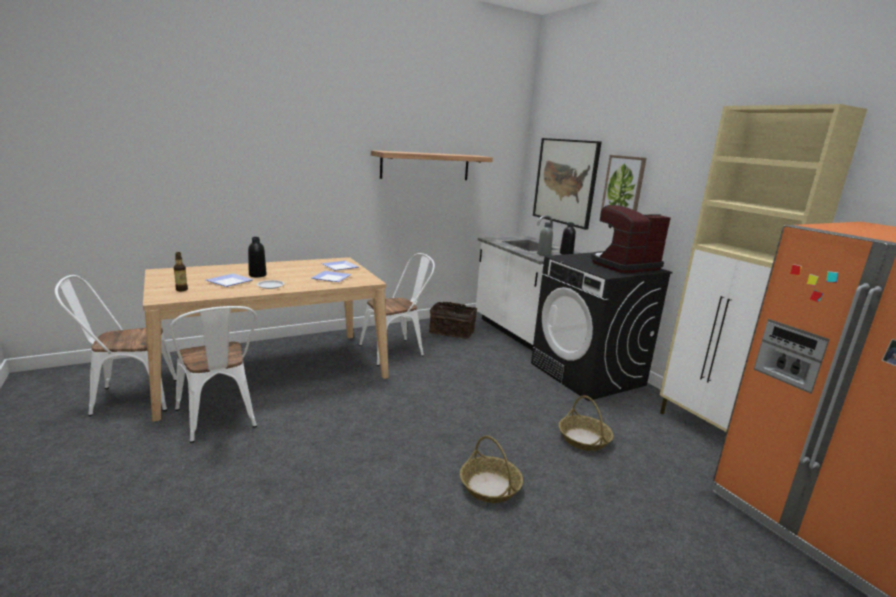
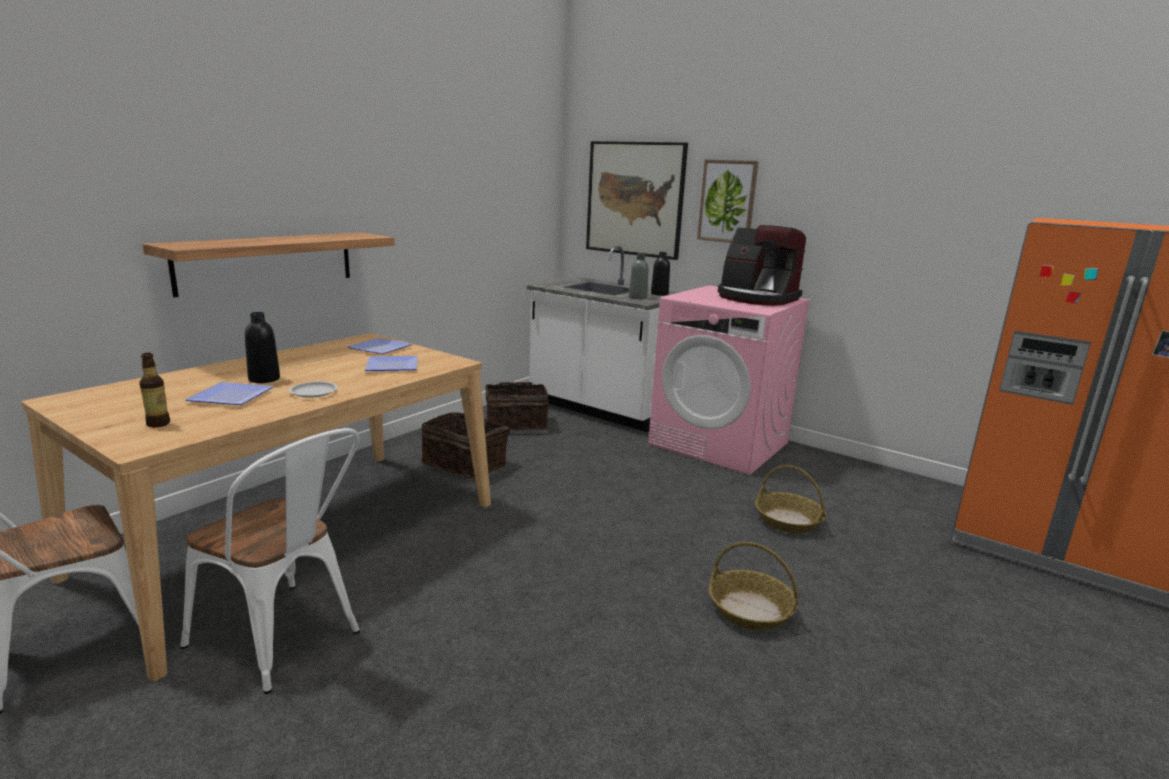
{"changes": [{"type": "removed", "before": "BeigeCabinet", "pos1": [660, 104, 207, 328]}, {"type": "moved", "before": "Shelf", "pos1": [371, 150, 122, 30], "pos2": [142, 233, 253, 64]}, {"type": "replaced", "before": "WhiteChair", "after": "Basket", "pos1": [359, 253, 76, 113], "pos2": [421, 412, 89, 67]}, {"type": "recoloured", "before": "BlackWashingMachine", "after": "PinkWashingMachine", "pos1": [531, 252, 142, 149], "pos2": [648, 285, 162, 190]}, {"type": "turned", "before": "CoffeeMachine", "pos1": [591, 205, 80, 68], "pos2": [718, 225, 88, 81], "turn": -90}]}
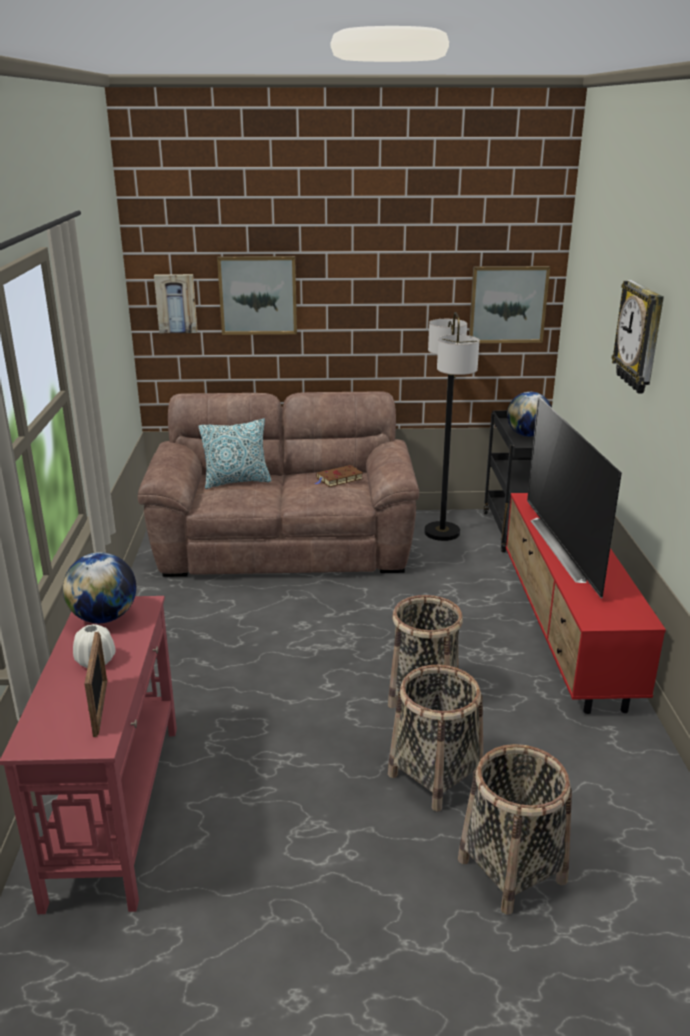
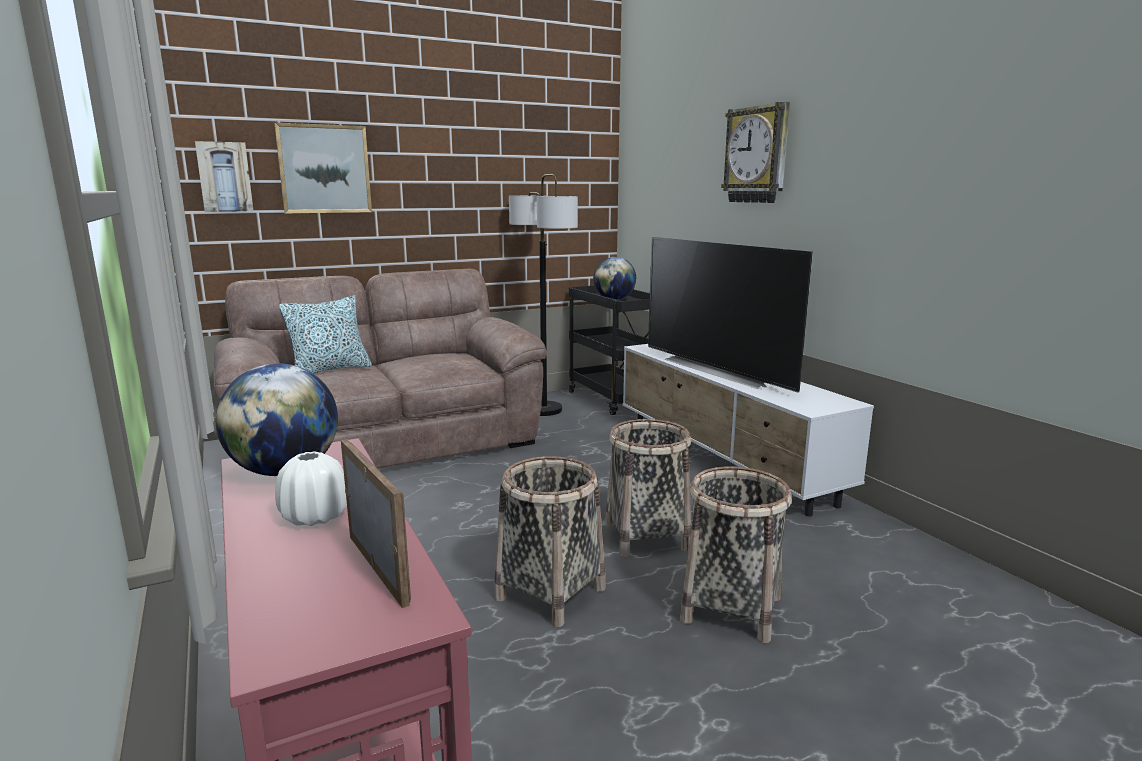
{"changes": [{"type": "removed", "before": "BrownBook", "pos1": [315, 465, 48, 22]}, {"type": "removed", "before": "Picture", "pos1": [469, 266, 81, 77]}, {"type": "moved", "before": "Basket", "pos1": [458, 744, 114, 171], "pos2": [494, 456, 112, 171]}, {"type": "recoloured", "before": "RedTvStand", "after": "WhiteTvStand", "pos1": [506, 493, 160, 221], "pos2": [623, 344, 251, 172]}]}
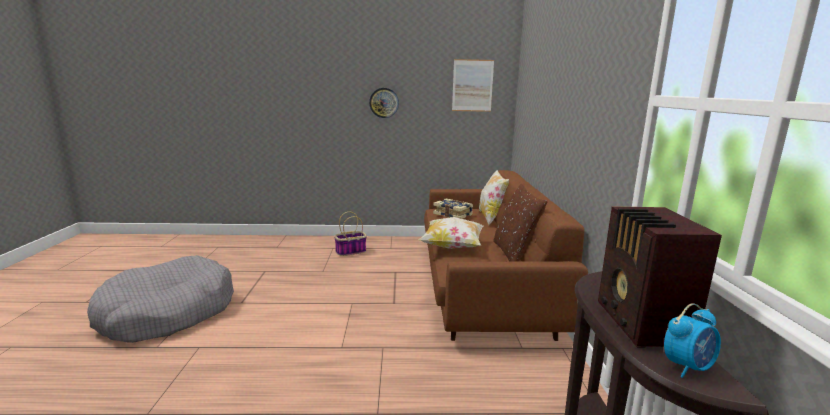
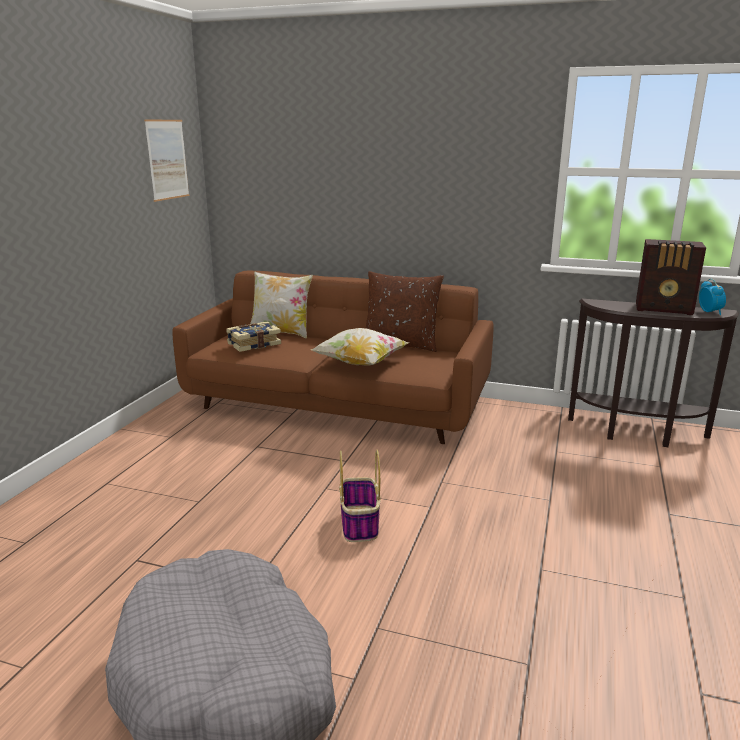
{"changes": [{"type": "removed", "before": "WallClock", "pos1": [369, 88, 30, 30]}, {"type": "moved", "before": "Basket", "pos1": [334, 212, 33, 44], "pos2": [339, 450, 42, 92]}]}
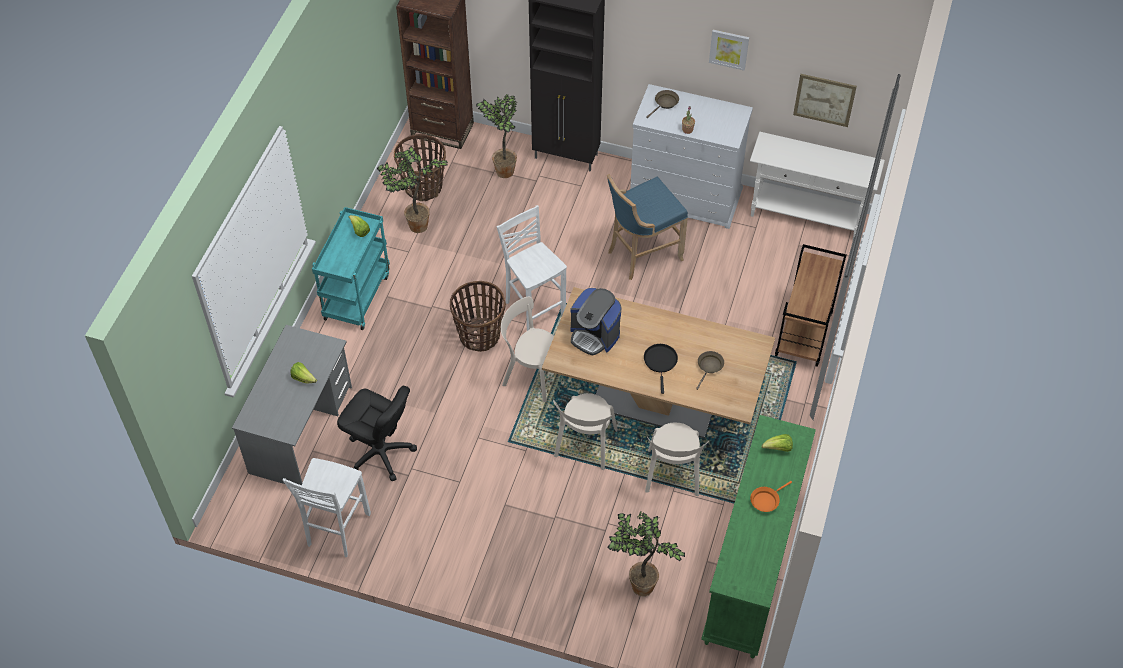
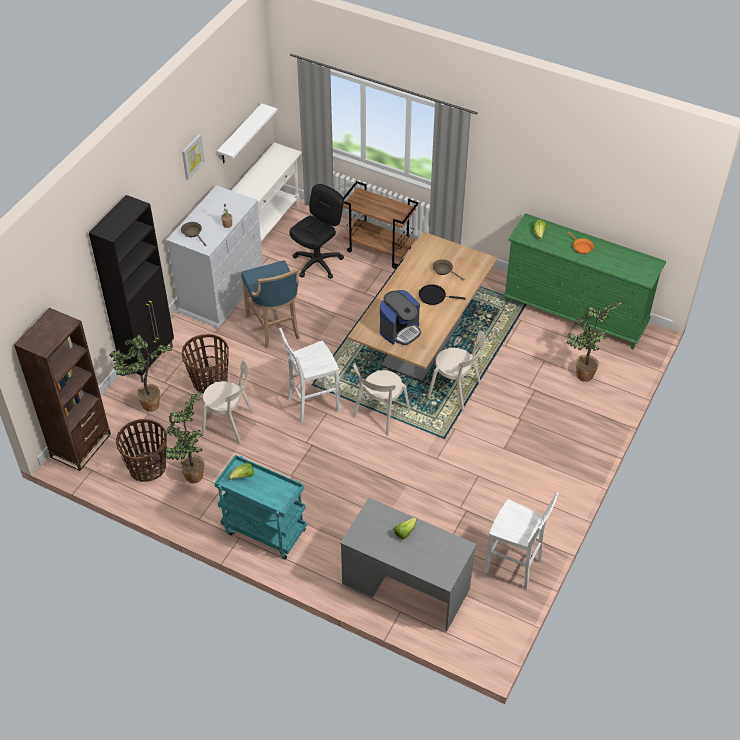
{"changes": [{"type": "moved", "before": "BlackOfficeChair", "pos1": [337, 386, 80, 95], "pos2": [289, 184, 55, 95]}, {"type": "moved", "before": "Basket", "pos1": [450, 281, 56, 71], "pos2": [182, 334, 47, 59]}, {"type": "moved", "before": "BeigeChair", "pos1": [645, 423, 64, 73], "pos2": [202, 360, 52, 84]}, {"type": "replaced", "before": "Picture", "after": "WhiteShelf", "pos1": [793, 74, 64, 53], "pos2": [217, 103, 60, 60]}]}
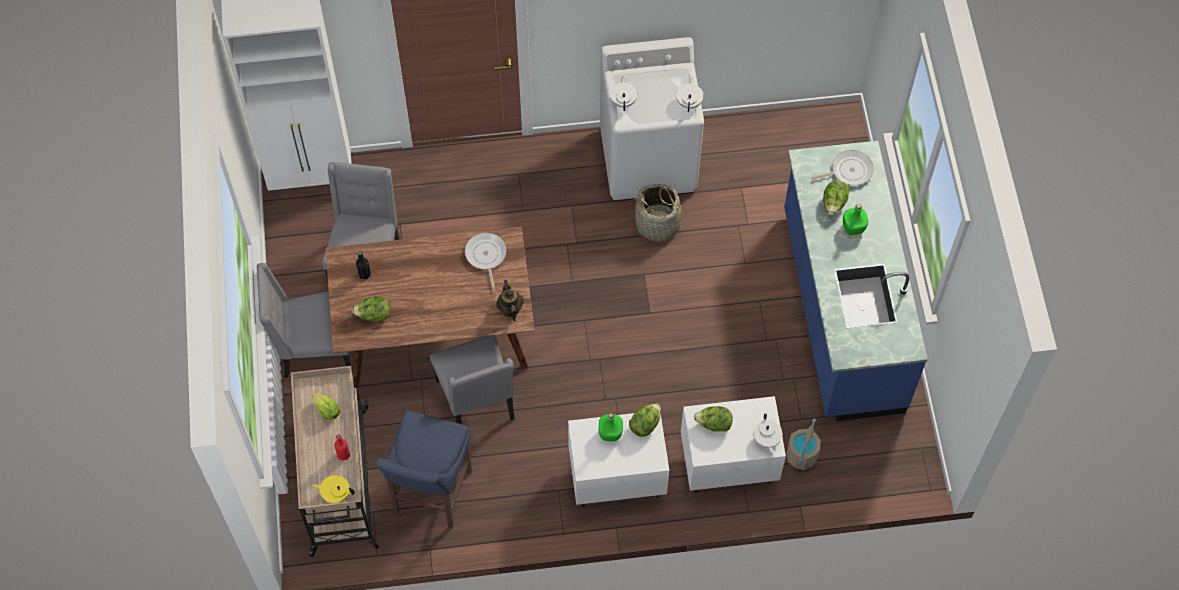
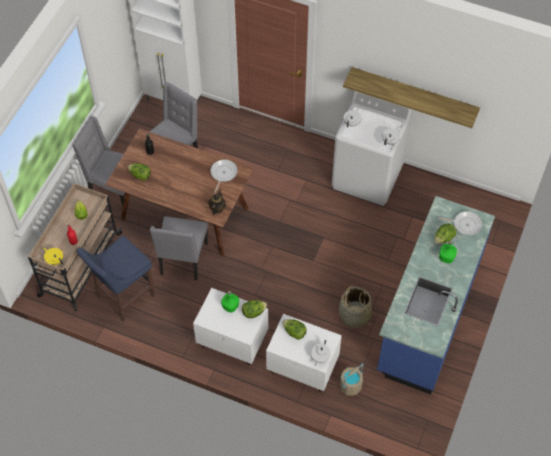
{"changes": [{"type": "added", "after": "Shelf", "pos2": [343, 67, 137, 61]}, {"type": "moved", "before": "Basket", "pos1": [631, 184, 57, 58], "pos2": [339, 286, 33, 42]}]}
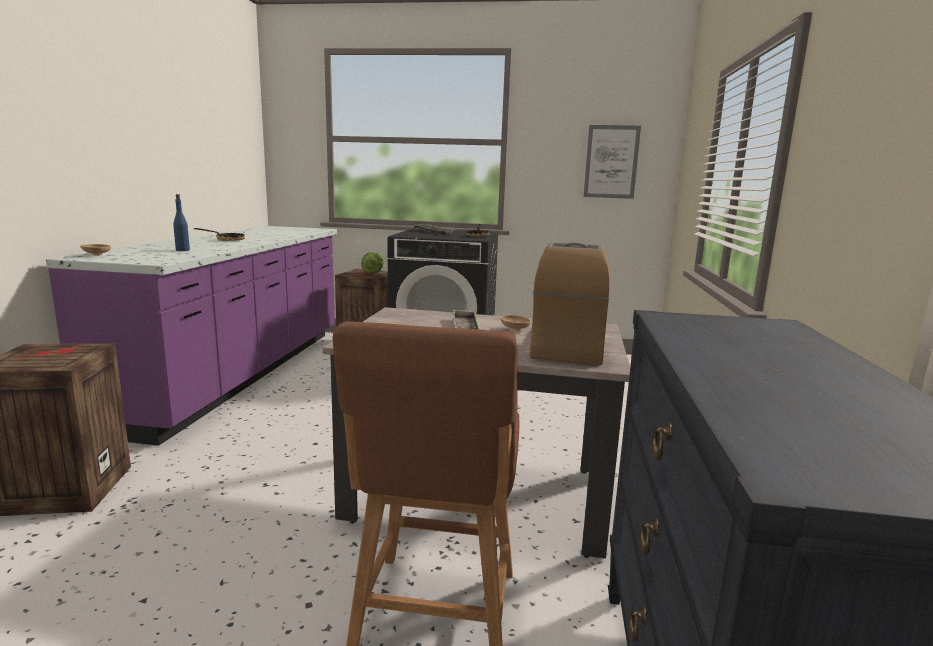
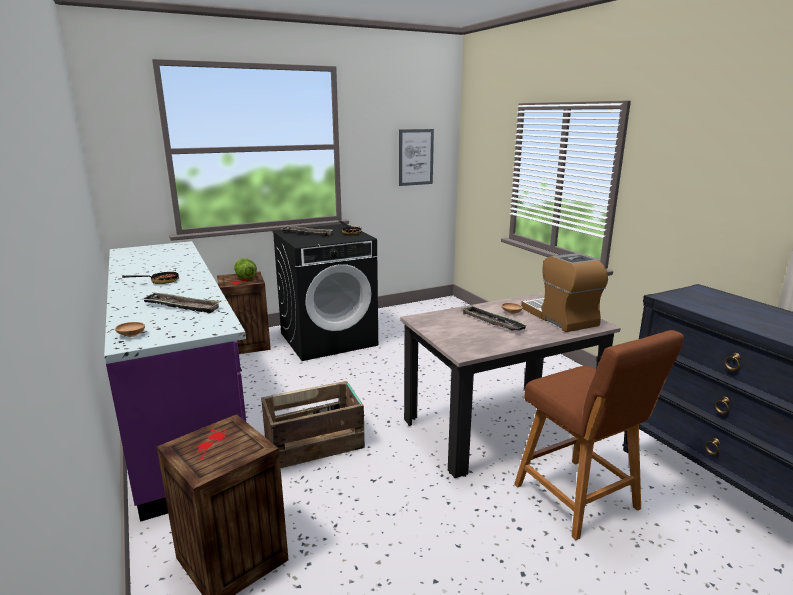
{"changes": [{"type": "added", "after": "Crate", "pos2": [261, 381, 104, 87]}, {"type": "replaced", "before": "BlueBottle", "after": "Tray", "pos1": [173, 194, 17, 57], "pos2": [141, 293, 80, 21]}]}
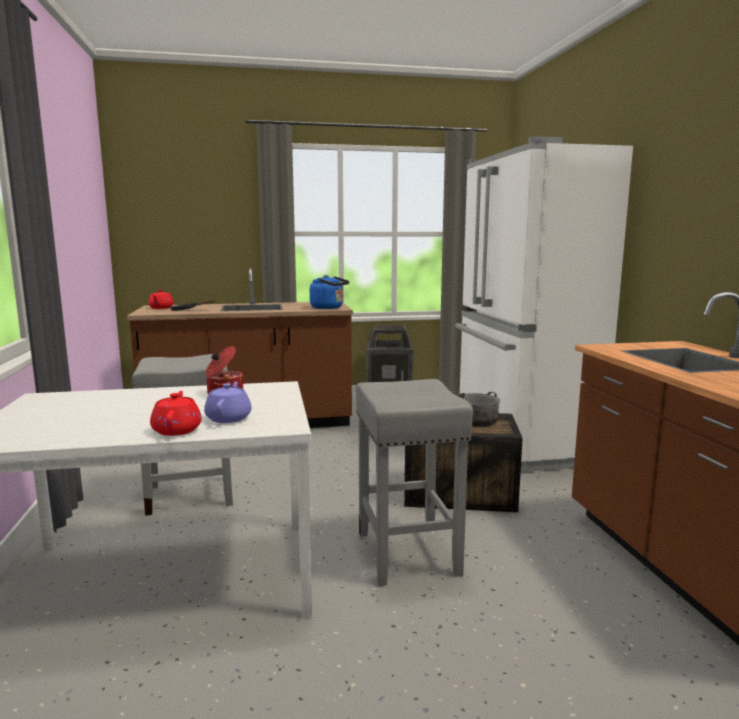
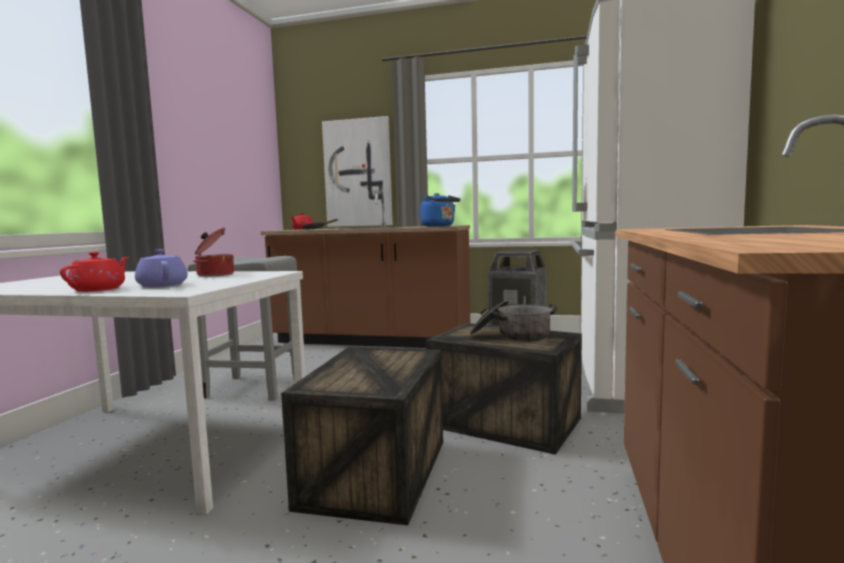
{"changes": [{"type": "added", "after": "Picture", "pos2": [322, 116, 71, 111]}, {"type": "replaced", "before": "GreyStool", "after": "Crate", "pos1": [356, 379, 117, 207], "pos2": [281, 347, 162, 178]}, {"type": "turned", "before": "PurpleTeapot", "pos1": [204, 382, 48, 41], "pos2": [135, 249, 53, 39], "turn": -60}]}
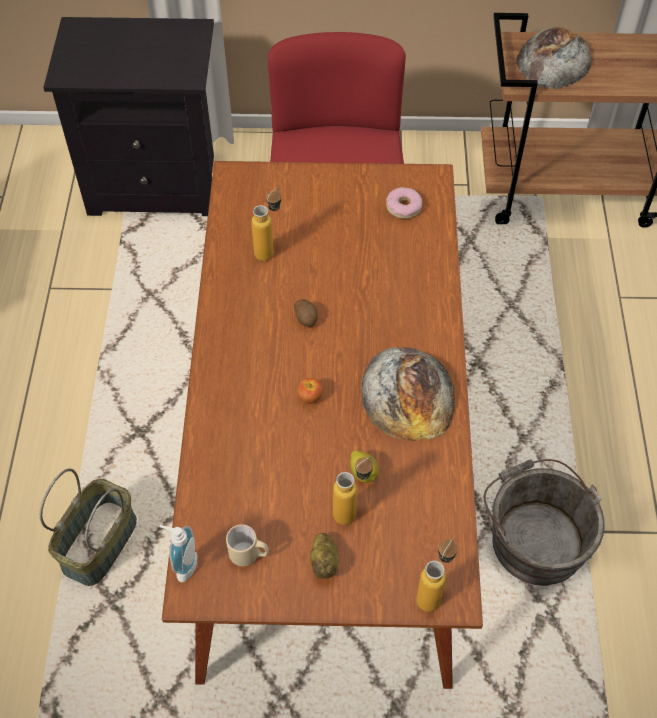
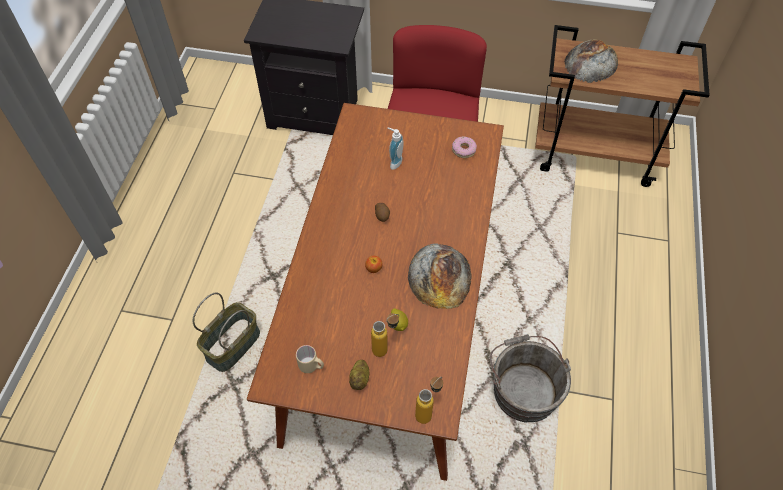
{"changes": [{"type": "removed", "before": "Bottle", "pos1": [251, 188, 30, 73]}, {"type": "moved", "before": "SoapDispenser", "pos1": [159, 525, 38, 57], "pos2": [387, 128, 17, 42]}]}
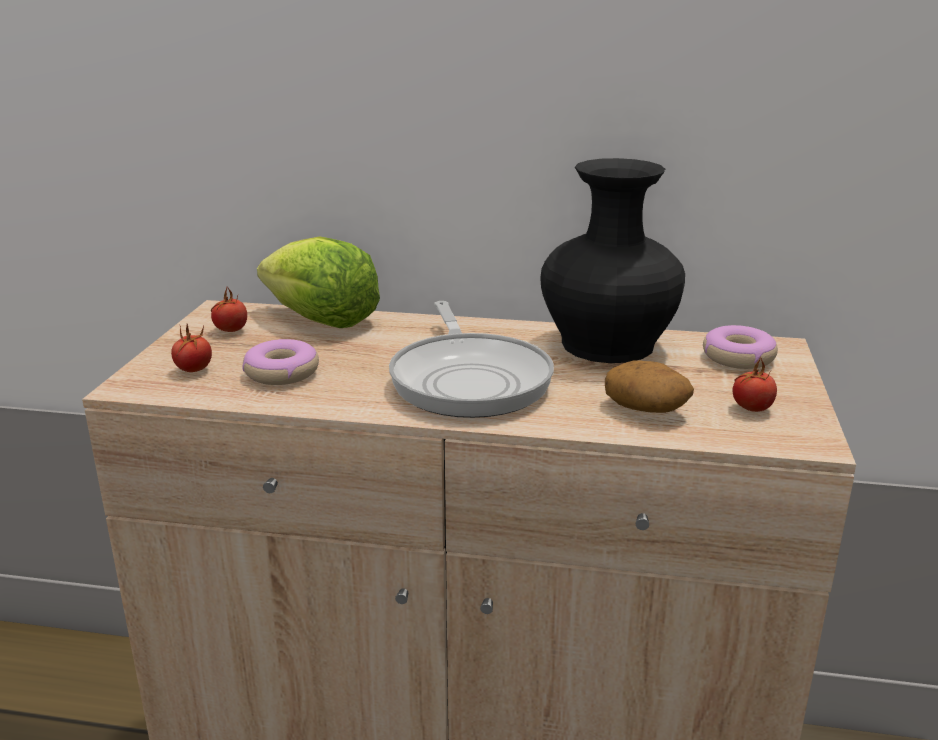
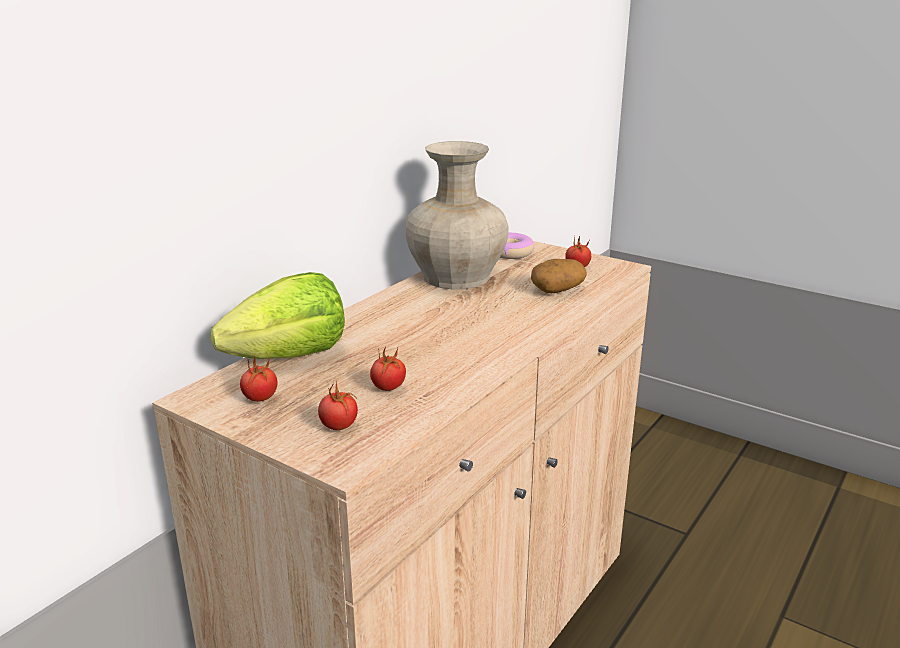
{"changes": [{"type": "removed", "before": "FryingPan", "pos1": [389, 301, 165, 117]}, {"type": "replaced", "before": "Donut", "after": "Tomato", "pos1": [242, 339, 77, 46], "pos2": [370, 347, 36, 44]}, {"type": "recoloured", "before": "BlackVase", "after": "BeigeVase", "pos1": [540, 158, 145, 205], "pos2": [406, 141, 103, 148]}]}
